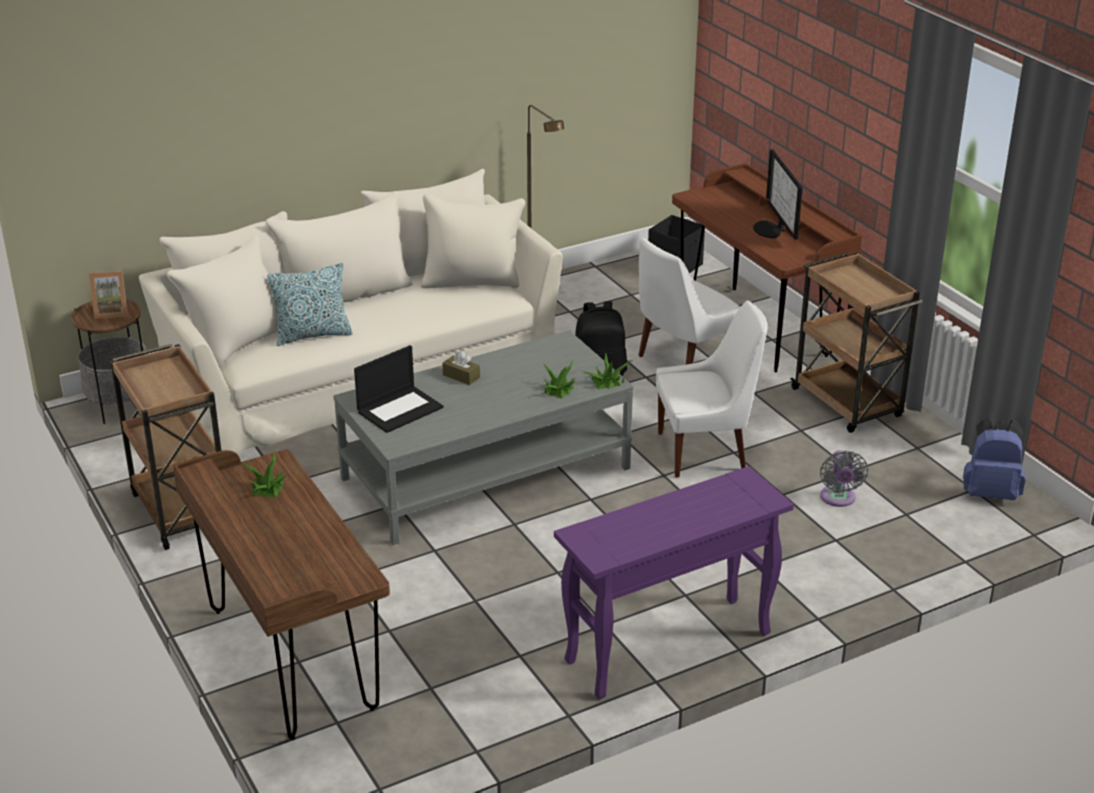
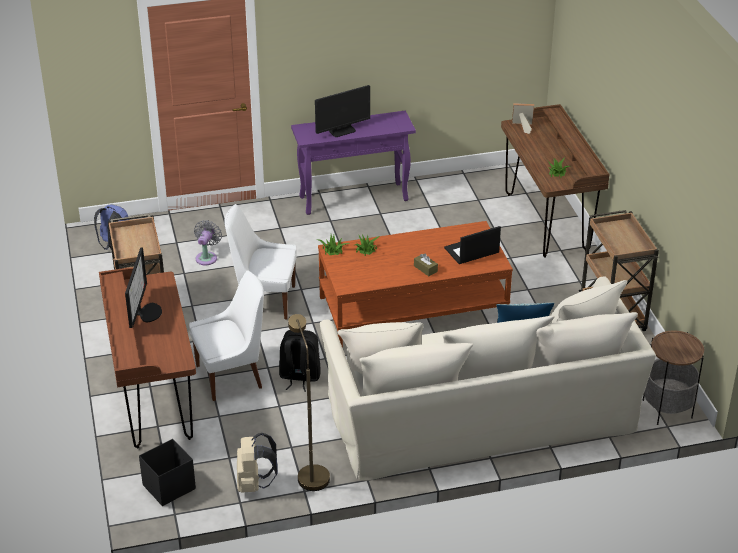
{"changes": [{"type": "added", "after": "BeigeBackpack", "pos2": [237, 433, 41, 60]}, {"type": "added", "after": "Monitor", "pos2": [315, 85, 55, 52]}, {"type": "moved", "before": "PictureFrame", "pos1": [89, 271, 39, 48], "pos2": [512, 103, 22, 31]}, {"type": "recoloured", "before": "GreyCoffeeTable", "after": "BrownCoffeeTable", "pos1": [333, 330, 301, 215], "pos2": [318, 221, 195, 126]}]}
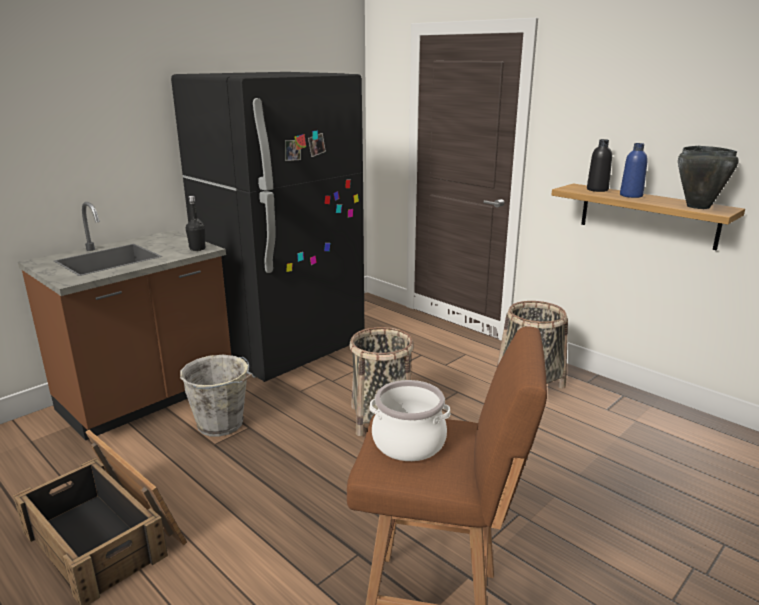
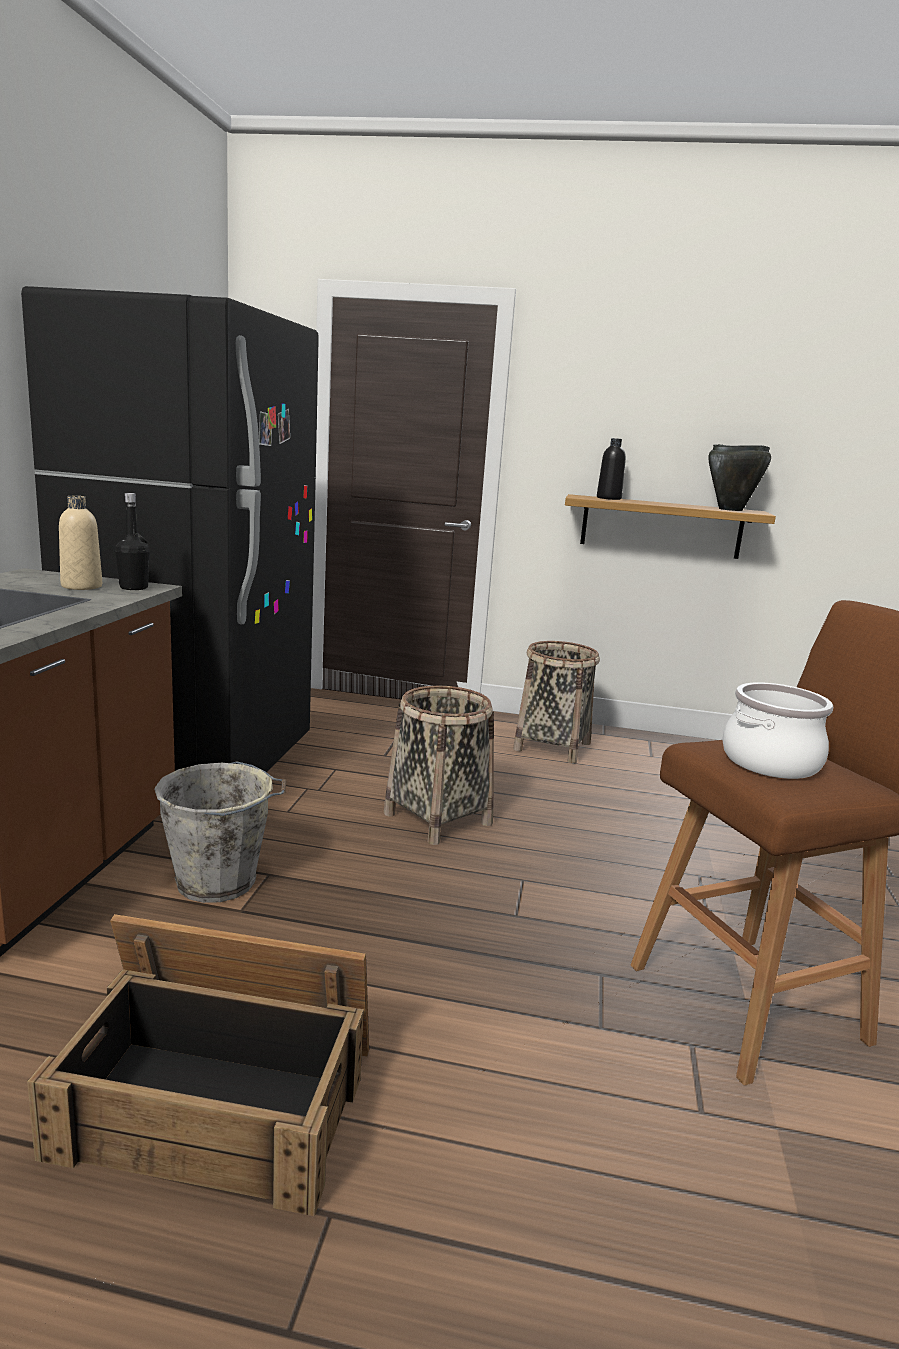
{"changes": [{"type": "removed", "before": "BlueBottle", "pos1": [620, 143, 28, 55]}, {"type": "added", "after": "BeigeBottle", "pos2": [59, 496, 43, 94]}]}
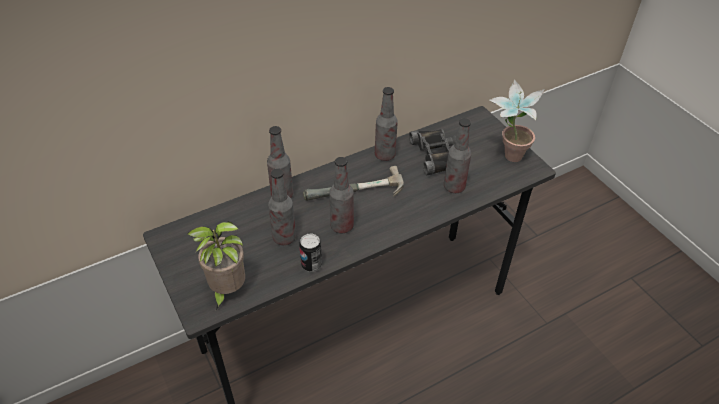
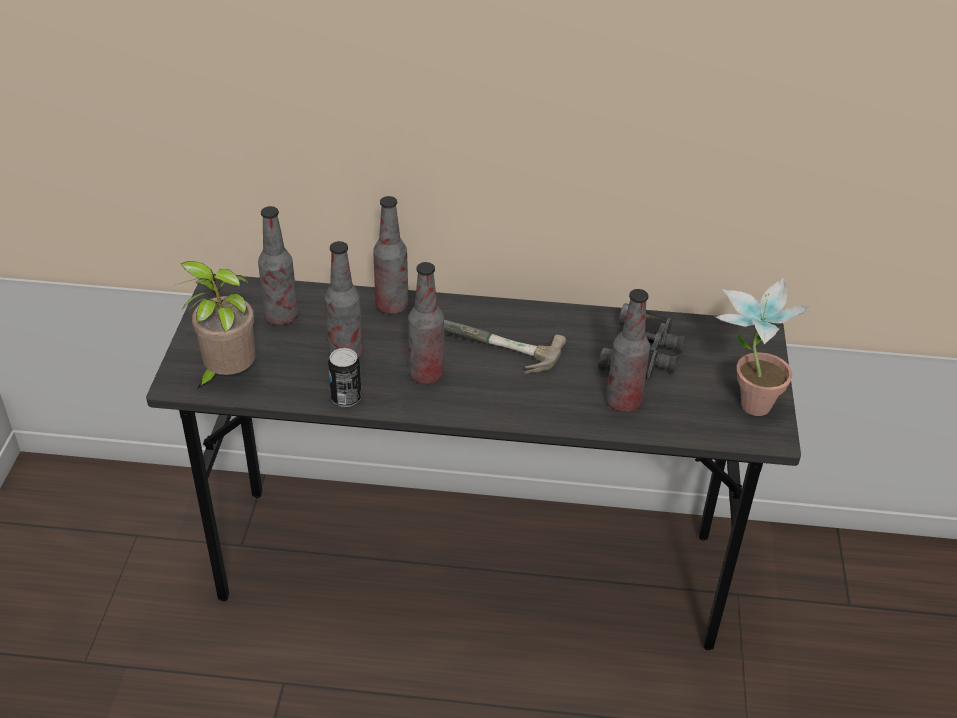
{"changes": [{"type": "moved", "before": "Bottle", "pos1": [375, 87, 23, 74], "pos2": [258, 206, 40, 119]}]}
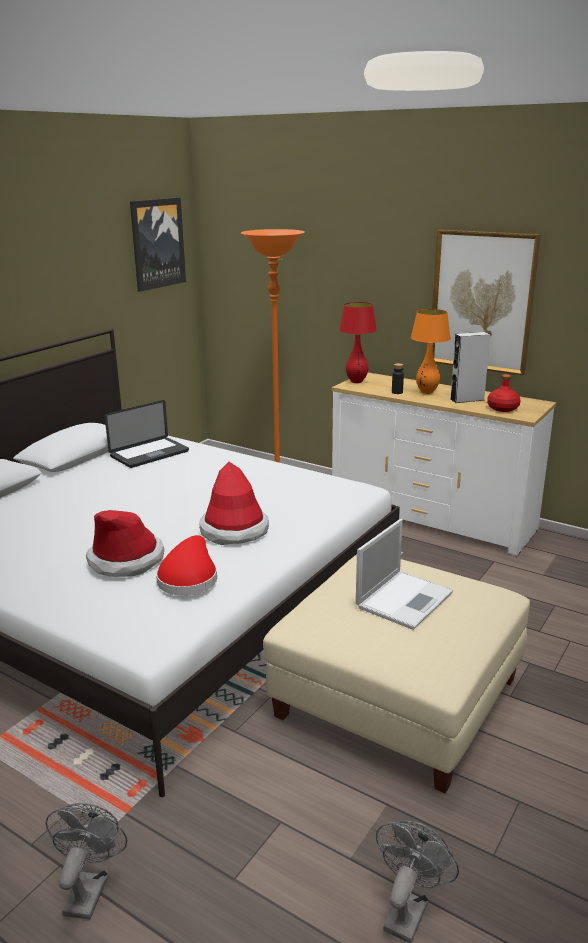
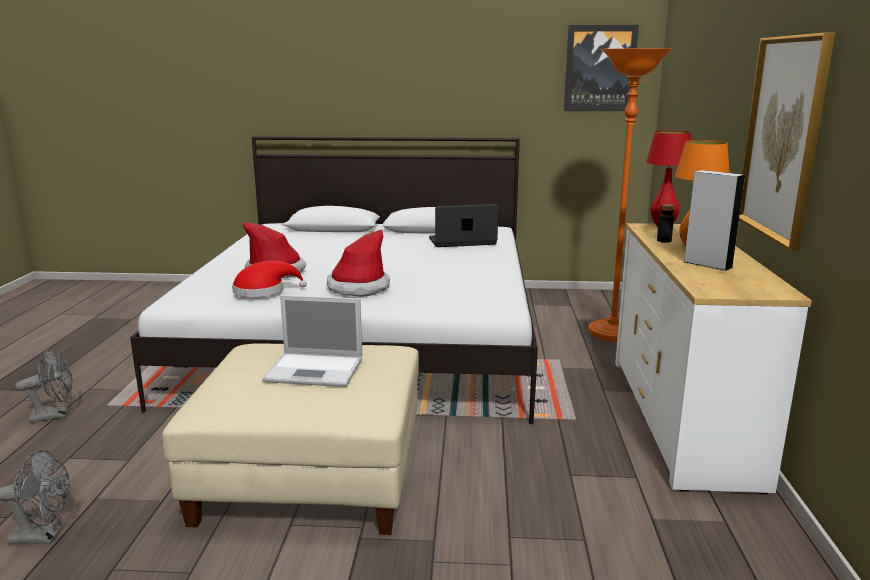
{"changes": [{"type": "removed", "before": "RedBottle", "pos1": [487, 374, 34, 38]}, {"type": "turned", "before": "Laptop", "pos1": [105, 400, 84, 68], "pos2": [429, 204, 69, 43], "turn": 150}]}
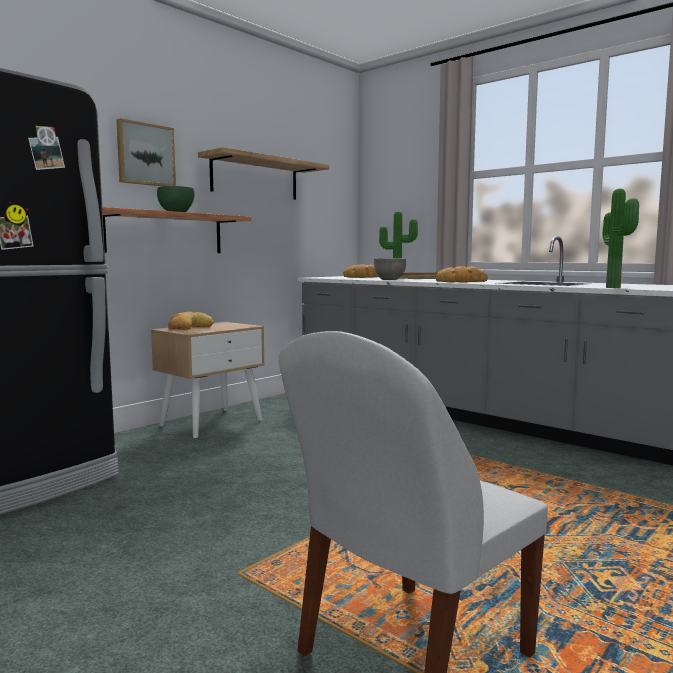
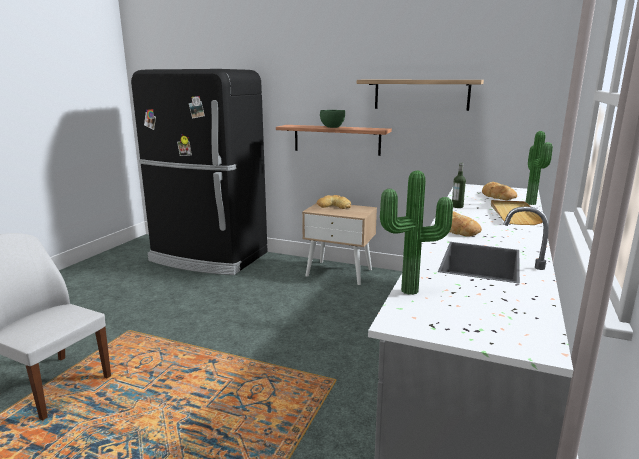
{"changes": [{"type": "removed", "before": "Picture", "pos1": [116, 118, 60, 68]}, {"type": "replaced", "before": "GreyBowl", "after": "Bottle", "pos1": [374, 258, 32, 22], "pos2": [452, 163, 14, 45]}]}
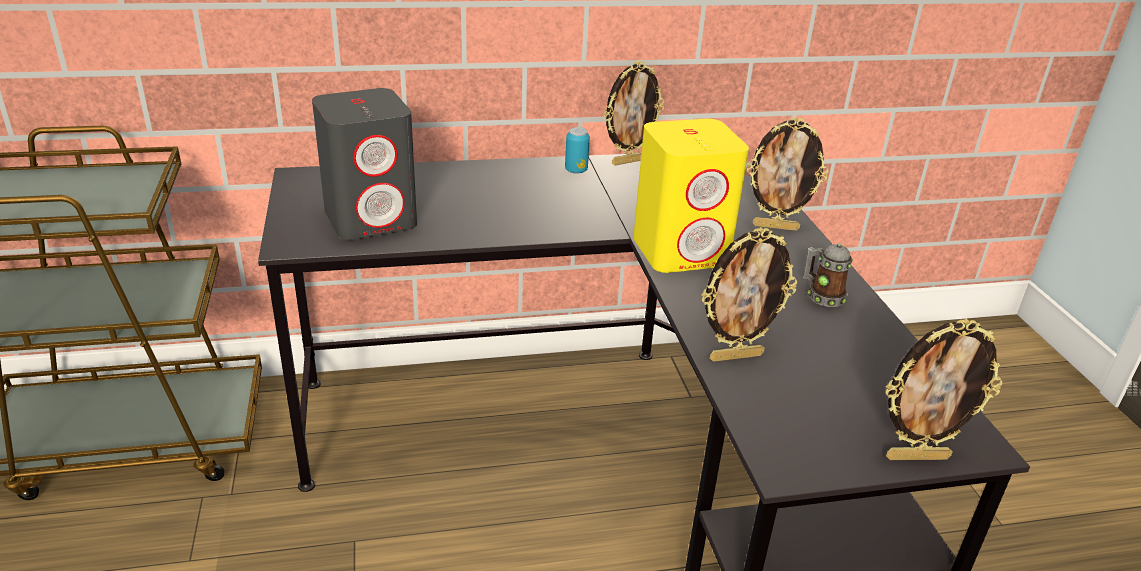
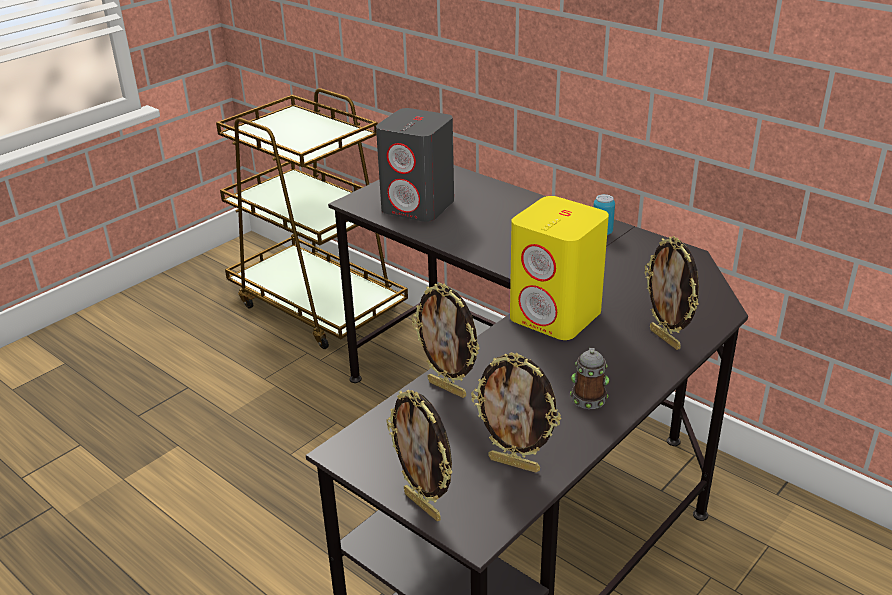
{"changes": [{"type": "moved", "before": "PictureFrame", "pos1": [604, 61, 60, 105], "pos2": [471, 353, 90, 120]}]}
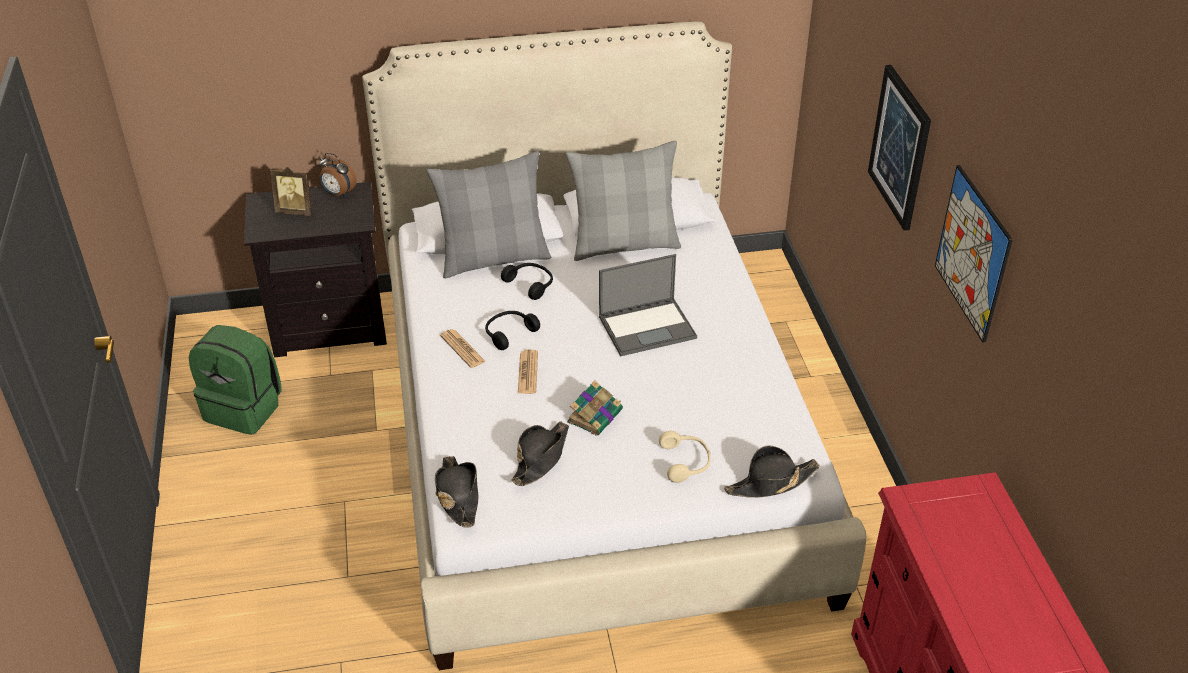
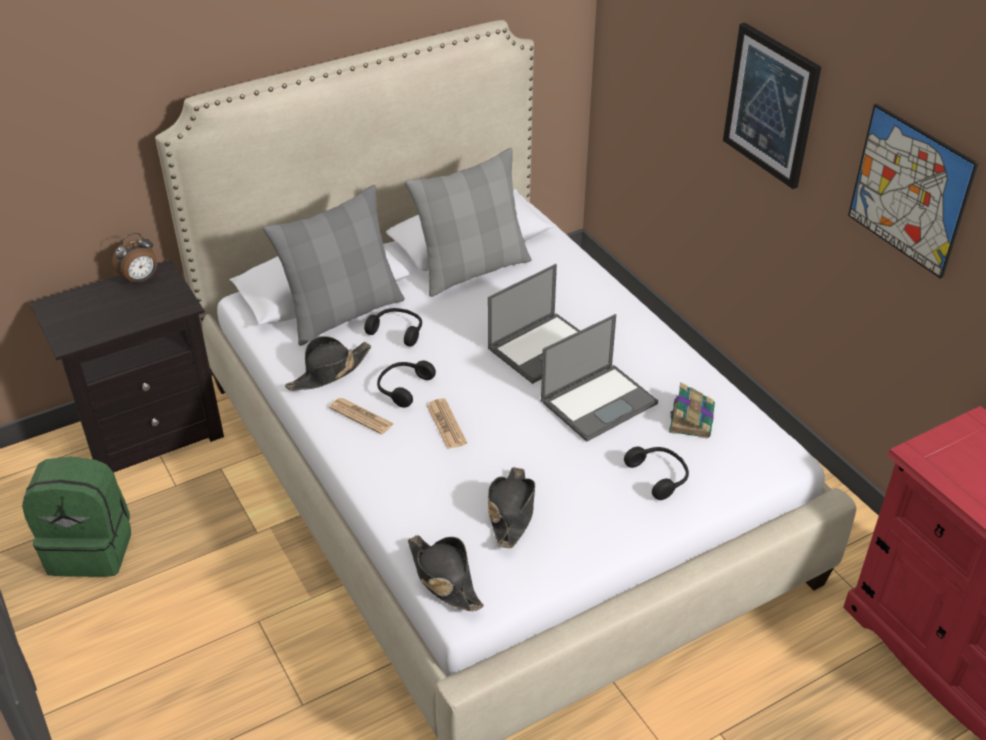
{"changes": [{"type": "removed", "before": "PictureFrame", "pos1": [270, 167, 43, 49]}, {"type": "added", "after": "Laptop", "pos2": [541, 314, 117, 128]}, {"type": "moved", "before": "Book", "pos1": [567, 380, 56, 56], "pos2": [669, 382, 46, 56]}, {"type": "moved", "before": "BlackHat", "pos1": [724, 445, 96, 53], "pos2": [285, 336, 86, 54]}, {"type": "recoloured", "before": "BeigeHeadphones", "after": "BlackHeadphones", "pos1": [659, 431, 52, 52], "pos2": [624, 447, 65, 53]}, {"type": "turned", "before": "AlarmClock", "pos1": [318, 153, 39, 44], "pos2": [112, 233, 45, 52], "turn": -45}]}
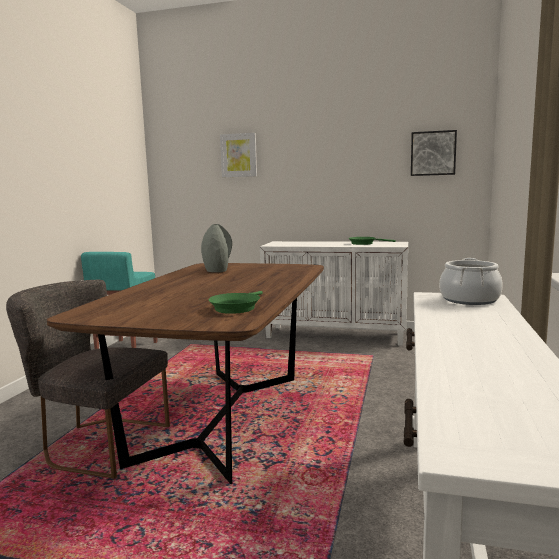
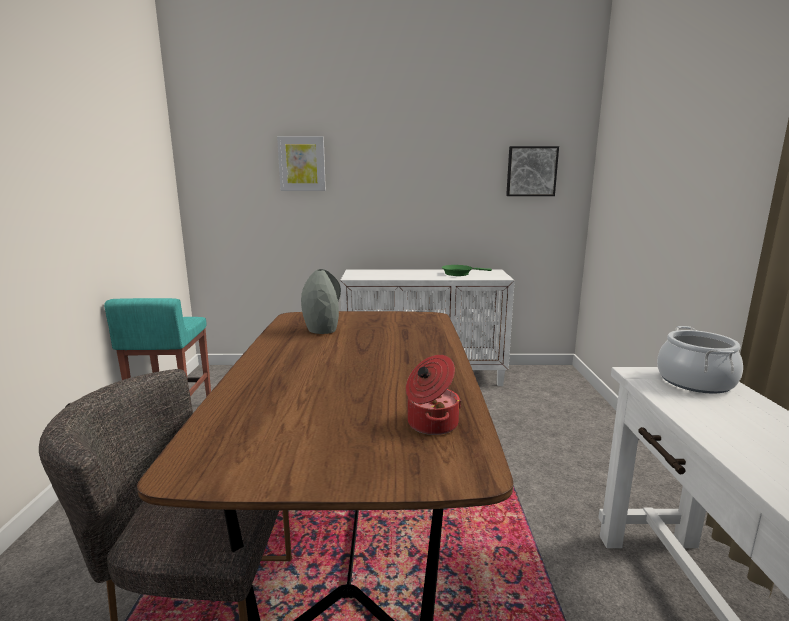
{"changes": [{"type": "replaced", "before": "GreenFryingPan", "after": "CookingPot", "pos1": [208, 291, 55, 23], "pos2": [406, 355, 55, 80]}]}
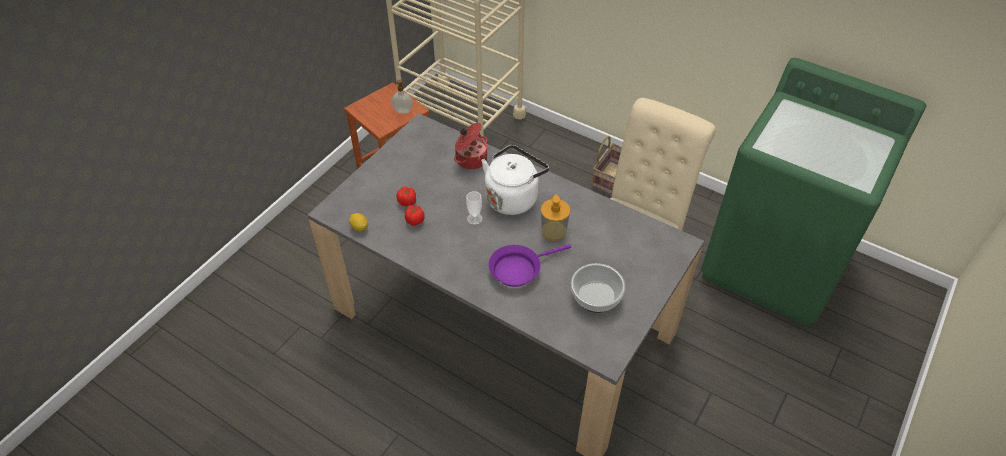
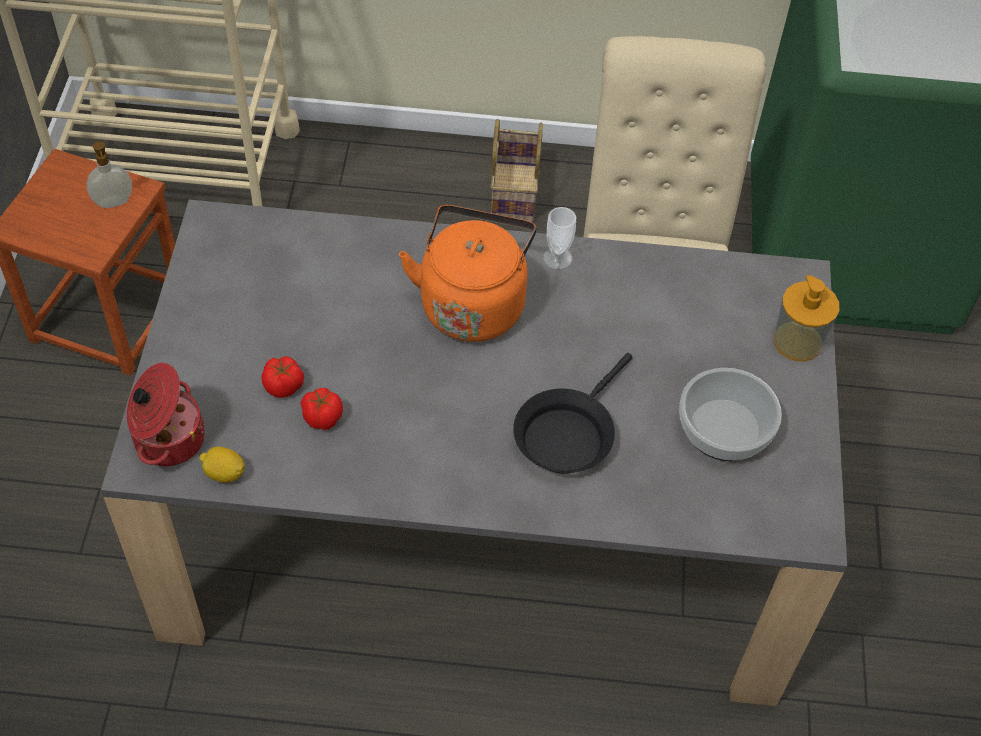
{"changes": [{"type": "moved", "before": "CookingPot", "pos1": [454, 123, 34, 47], "pos2": [127, 363, 78, 103]}, {"type": "moved", "before": "Cup", "pos1": [466, 191, 17, 34], "pos2": [543, 207, 33, 62]}, {"type": "moved", "before": "SoapDispenser", "pos1": [541, 194, 29, 47], "pos2": [774, 275, 66, 86]}, {"type": "recoloured", "before": "WhiteKettle", "after": "OrangeKettle", "pos1": [481, 145, 68, 70], "pos2": [399, 205, 138, 137]}, {"type": "recoloured", "before": "PurpleFryingPan", "after": "BlackFryingPan", "pos1": [488, 244, 83, 43], "pos2": [513, 353, 119, 120]}]}
